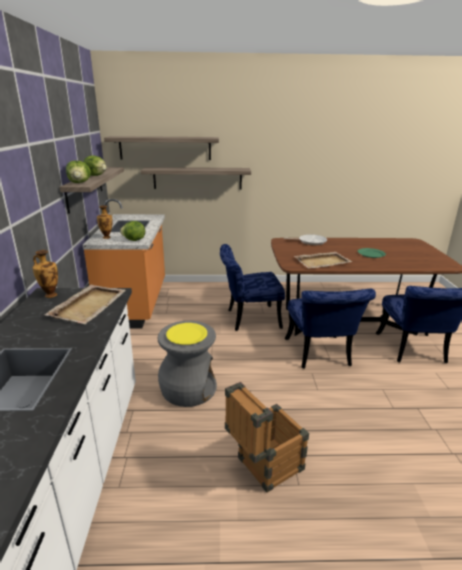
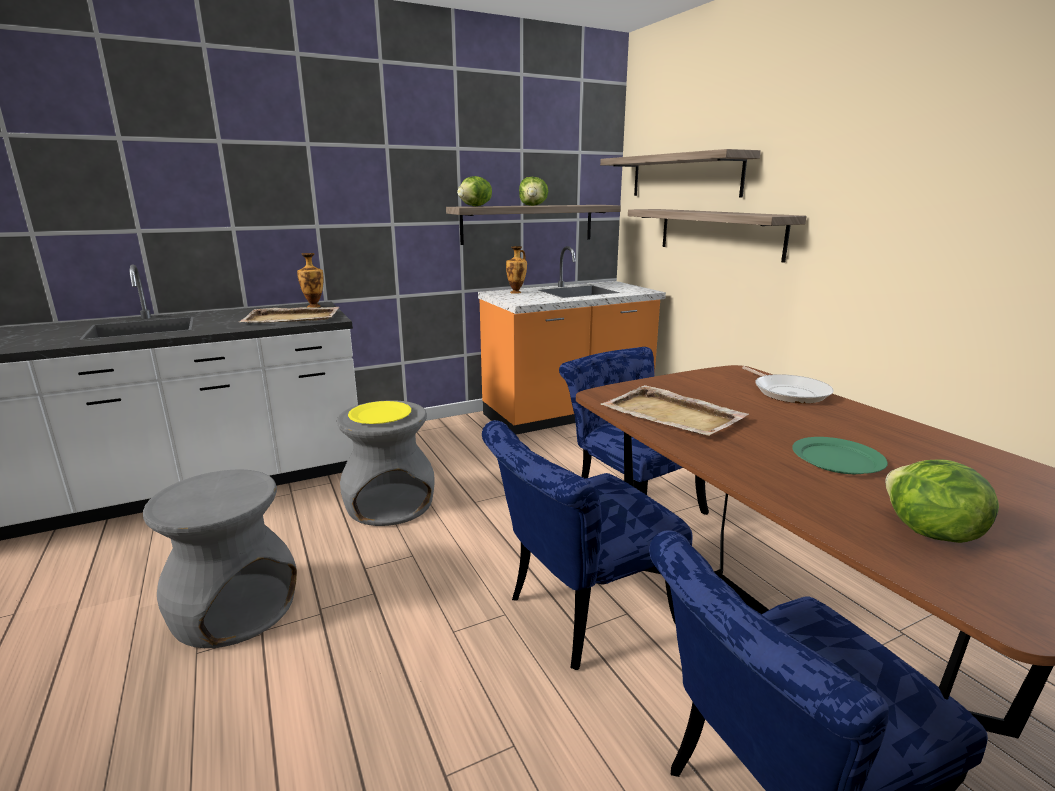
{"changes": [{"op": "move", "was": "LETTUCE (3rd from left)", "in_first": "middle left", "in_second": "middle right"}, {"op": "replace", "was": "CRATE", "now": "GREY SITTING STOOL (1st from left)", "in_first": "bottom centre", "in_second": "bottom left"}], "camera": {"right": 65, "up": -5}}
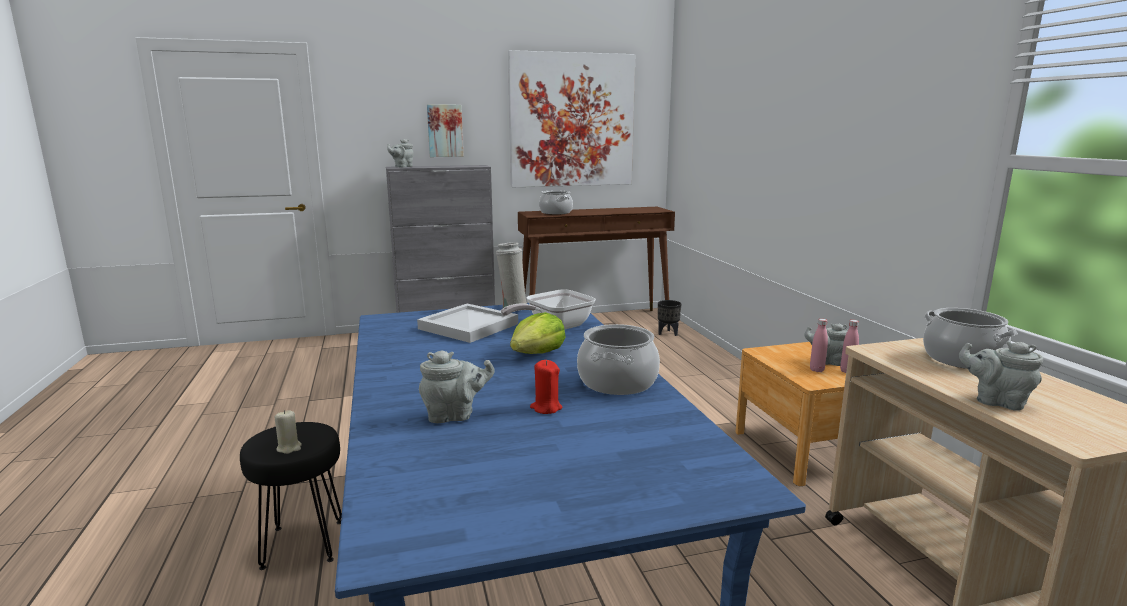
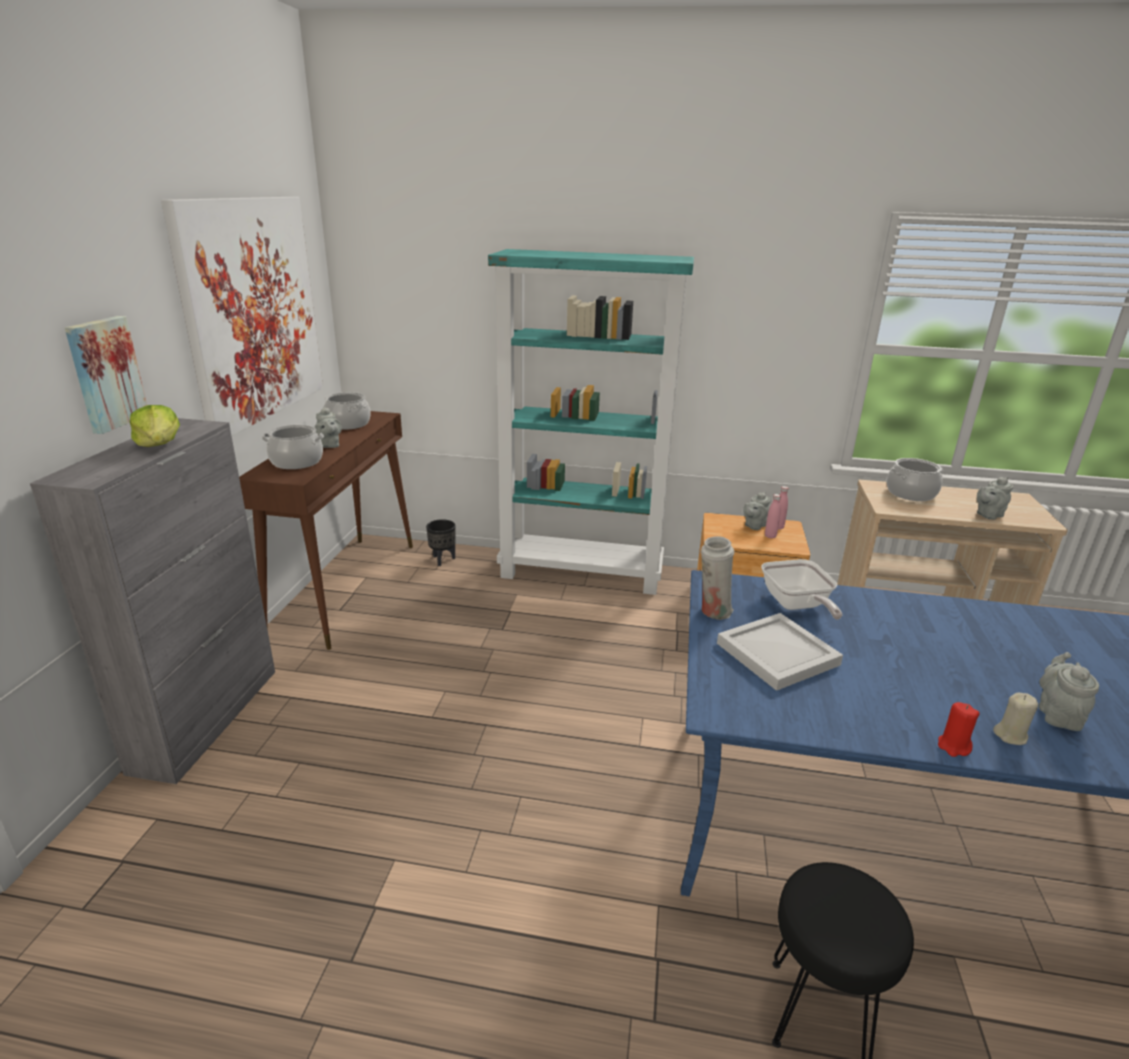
{"changes": [{"op": "insert", "now": "TURQUOISE BOOKCASE", "in_second": "centre"}, {"op": "move", "was": "BEIGE WAX CANDLE", "in_first": "bottom left", "in_second": "bottom right"}, {"op": "move", "was": "GREY POT FOR TEA (1st from left)", "in_first": "top centre", "in_second": "middle left"}, {"op": "move", "was": "LETTUCE", "in_first": "centre", "in_second": "middle left"}, {"op": "move", "was": "REDDISH WAX CANDLE", "in_first": "centre", "in_second": "bottom right"}, {"op": "move", "was": "SAUCEPOT (2nd from left)", "in_first": "centre", "in_second": "middle left"}], "camera": {"right": -65, "up": 10}}
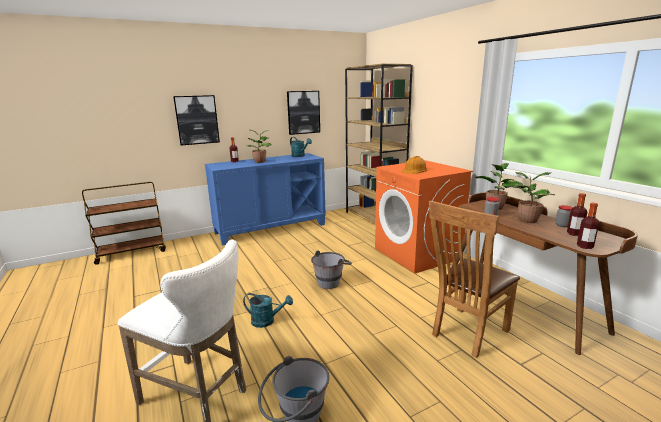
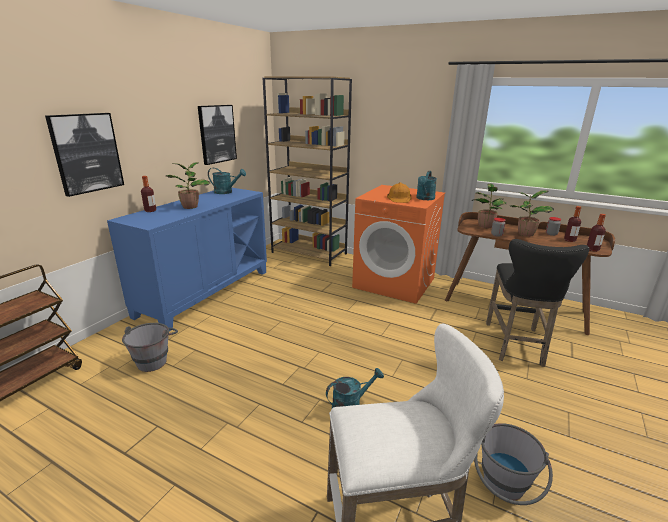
{"changes": [{"op": "insert", "now": "TURQUOISE WATERING CAN (3rd from left)", "in_second": "centre"}, {"op": "move", "was": "GREY PAIL (2nd from left in the first image)", "now": "GREY PAIL (1st from left)", "in_first": "centre", "in_second": "middle left"}, {"op": "replace", "was": "BROWN PLAIN CHAIR", "now": "BLACK-COLOURED SITTING STOOL", "in_first": "middle right", "in_second": "middle right"}], "camera": {"right": -35, "up": 5}}
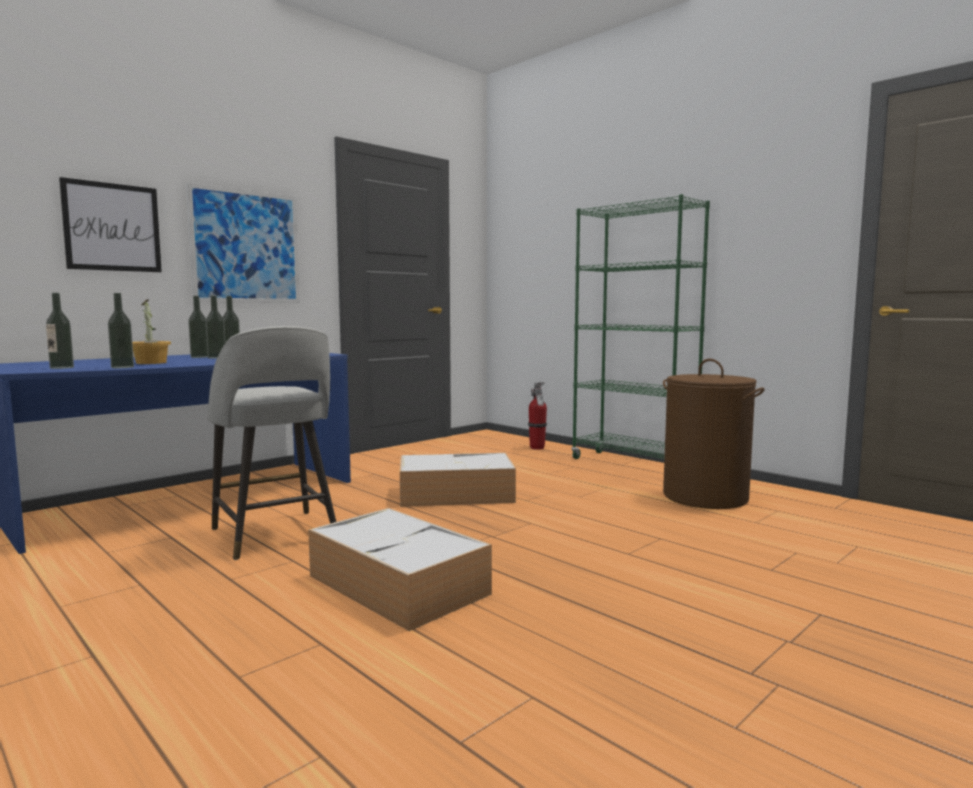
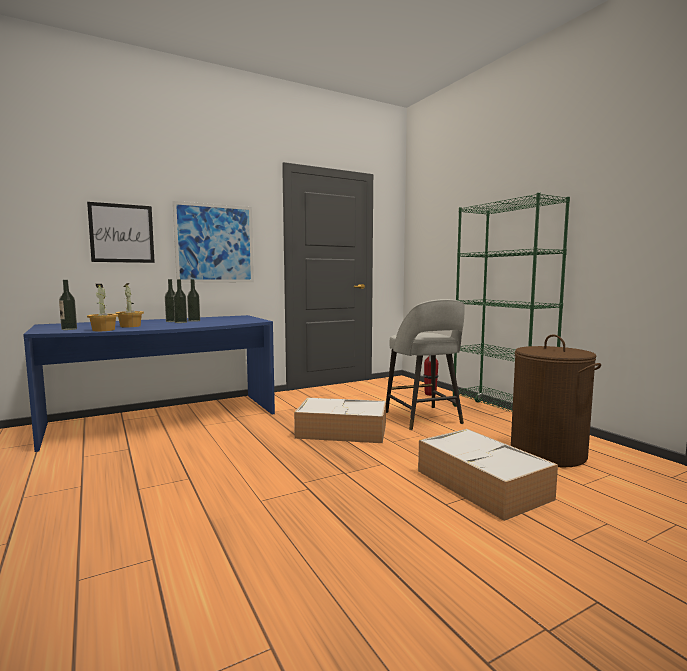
{"changes": [{"op": "move", "was": "GREY SITTING STOOL", "in_first": "middle left", "in_second": "centre"}, {"op": "move", "was": "STORAGE BOX (1st from left in the first image)", "now": "STORAGE BOX (2nd from left)", "in_first": "bottom centre", "in_second": "bottom right"}, {"op": "replace", "was": "BEVERAGE BOTTLE (2nd from left)", "now": "POTTED PLANT (1st from left)", "in_first": "middle left", "in_second": "middle left"}], "camera": {"right": 15, "up": 0}}
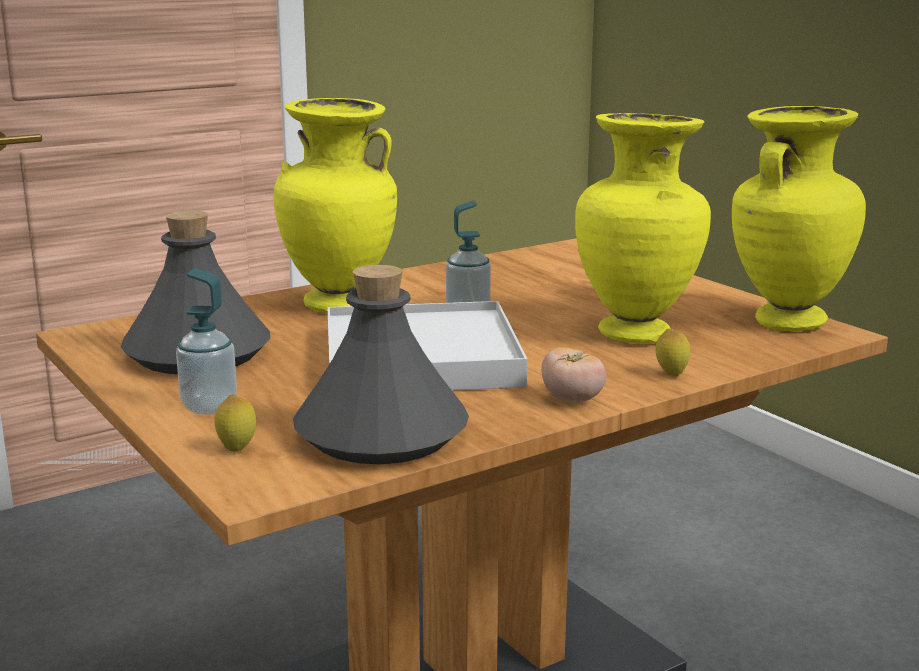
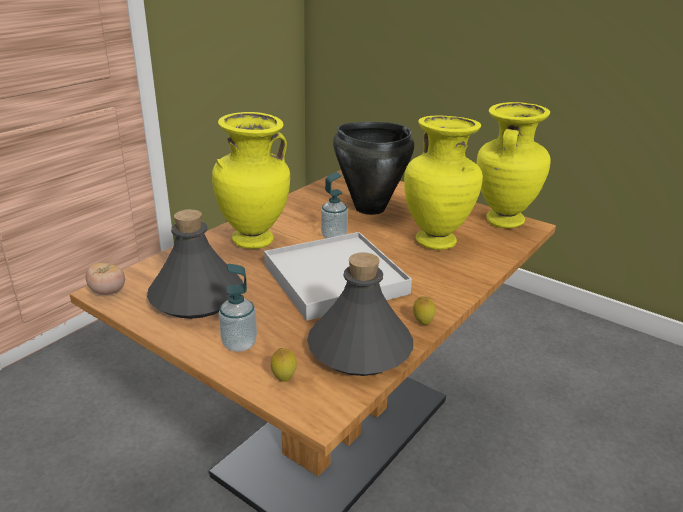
{"changes": [{"op": "insert", "now": "BLACK-COLOURED SAUCEPOT", "in_second": "top centre"}, {"op": "move", "was": "TOMATO", "in_first": "centre", "in_second": "middle left"}, {"op": "move", "was": "CITRUS FRUIT (2nd from left)", "in_first": "middle right", "in_second": "centre"}], "camera": {"right": -20, "up": 10}}
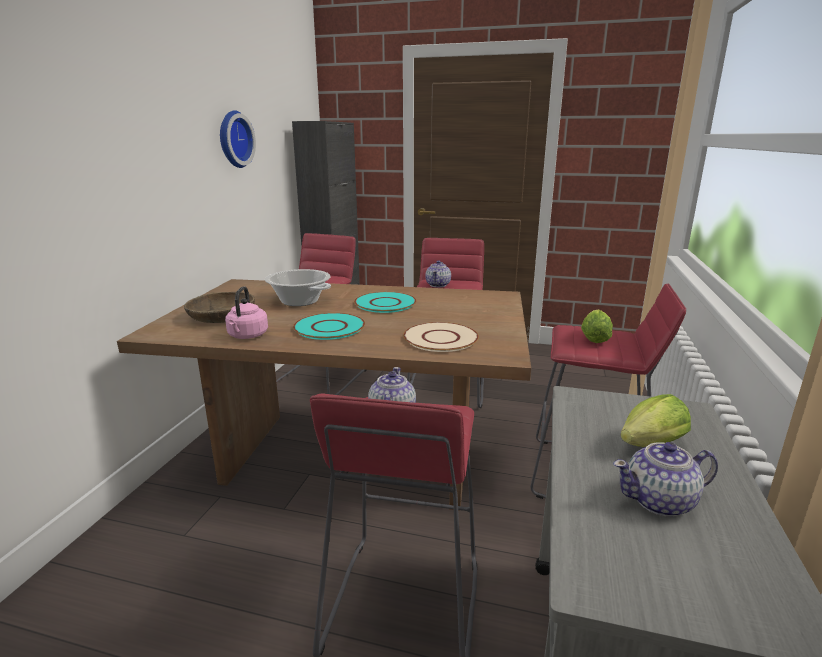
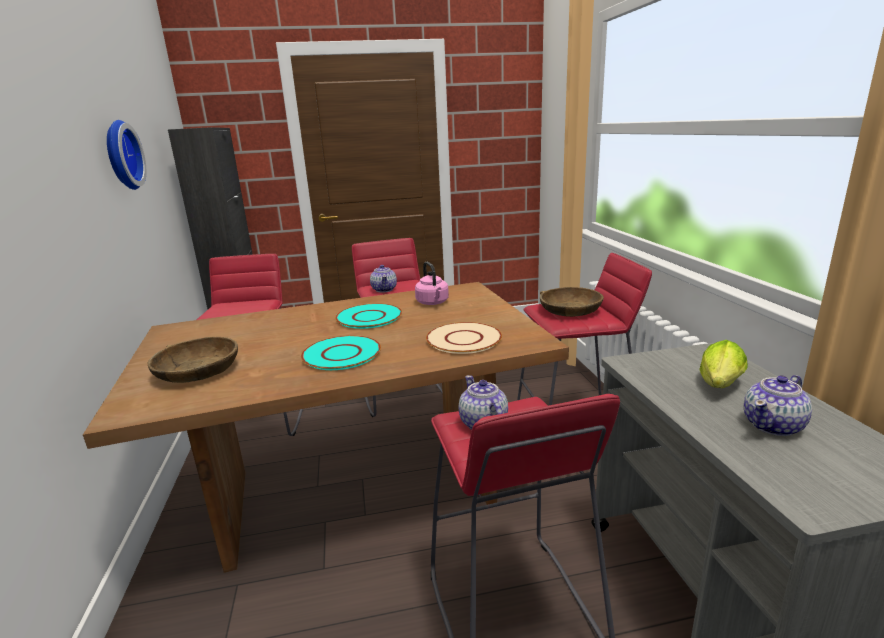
{"changes": [{"op": "delete", "was": "SAUCEPOT", "in_first": "centre"}, {"op": "move", "was": "PINK TEA KETTLE", "in_first": "middle left", "in_second": "centre"}, {"op": "replace", "was": "LETTUCE (1st from left)", "now": "BROWN BOWL (2nd from left)", "in_first": "middle right", "in_second": "centre"}], "camera": {"right": -25, "up": 0}}
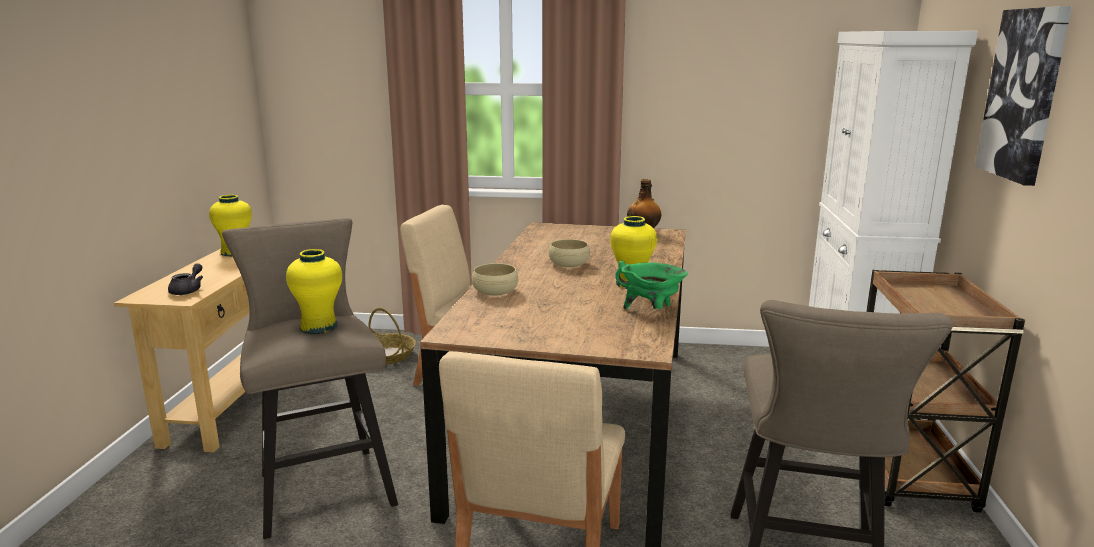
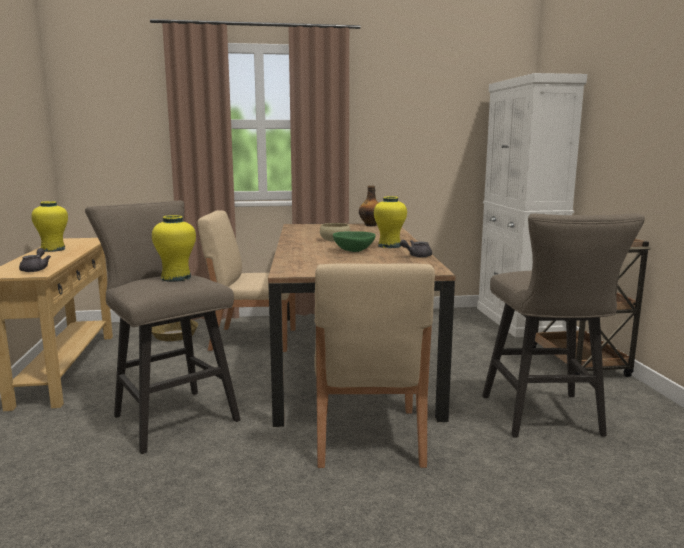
{"changes": [{"op": "delete", "was": "BEIGE BOWL (1st from left)", "in_first": "centre"}, {"op": "delete", "was": "PICTURE", "in_first": "top right"}, {"op": "insert", "now": "GREEN-COLOURED BOWL", "in_second": "centre"}, {"op": "replace", "was": "GREEN-COLOURED SAUCEPOT", "now": "GREY POT FOR TEA (2nd from left)", "in_first": "centre", "in_second": "centre"}], "camera": {"right": -15, "up": -5}}
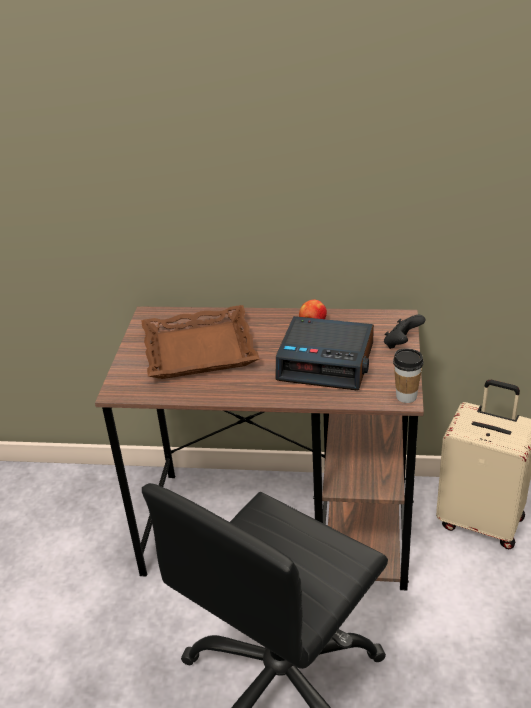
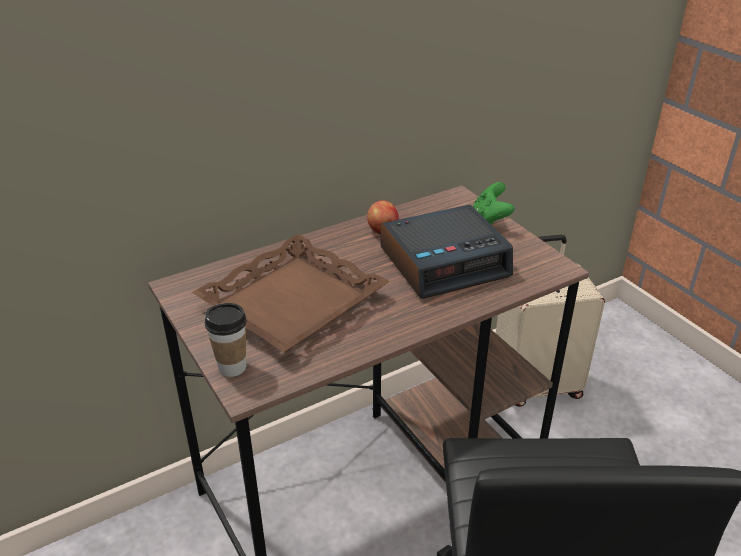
{"changes": [{"op": "move", "was": "CUP", "in_first": "middle right", "in_second": "middle left"}, {"op": "recolor", "was": "BLACK-COLOURED GAMEPAD", "now": "GREEN-COLOURED GAMEPAD", "in_first": "middle right", "in_second": "centre"}], "camera": {"right": -40, "up": 0}}
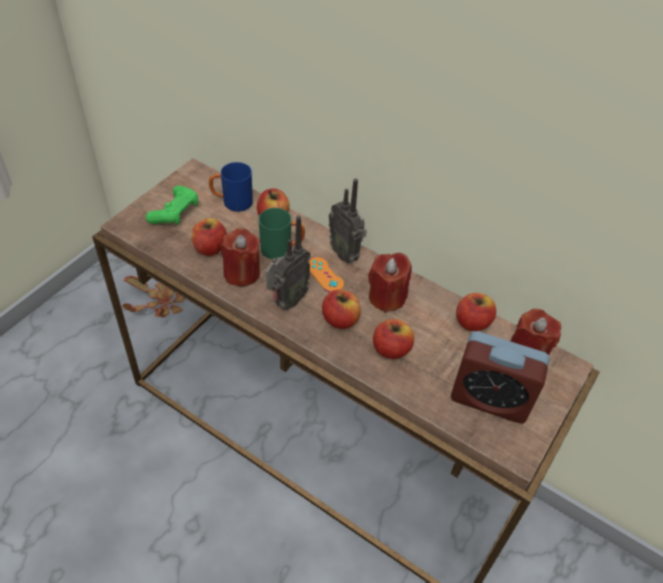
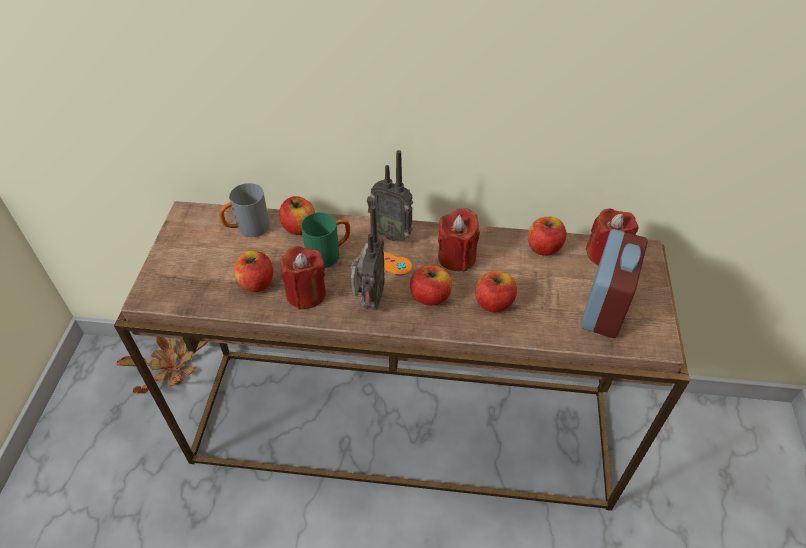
{"changes": [{"op": "delete", "was": "GREEN-COLOURED GAMEPAD", "in_first": "middle left"}, {"op": "recolor", "was": "BLUISH MUG", "now": "GREY MUG", "in_first": "top centre", "in_second": "middle left"}, {"op": "rotate", "was": "ALARM CLOCK", "in_first": "middle right", "in_second": "middle right", "clockwise": -60}], "camera": {"right": -25, "up": 0}}
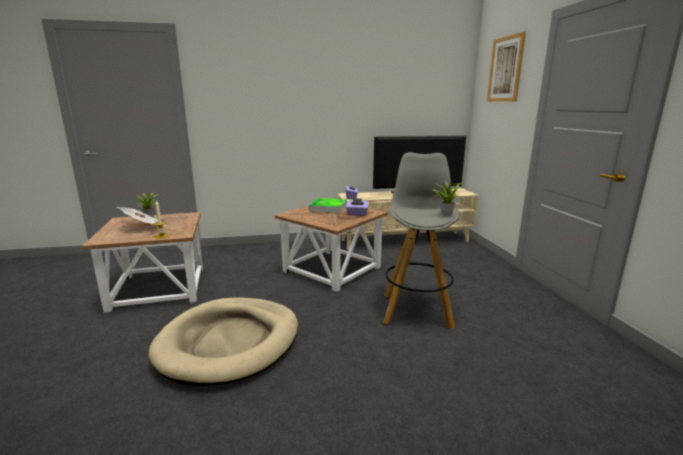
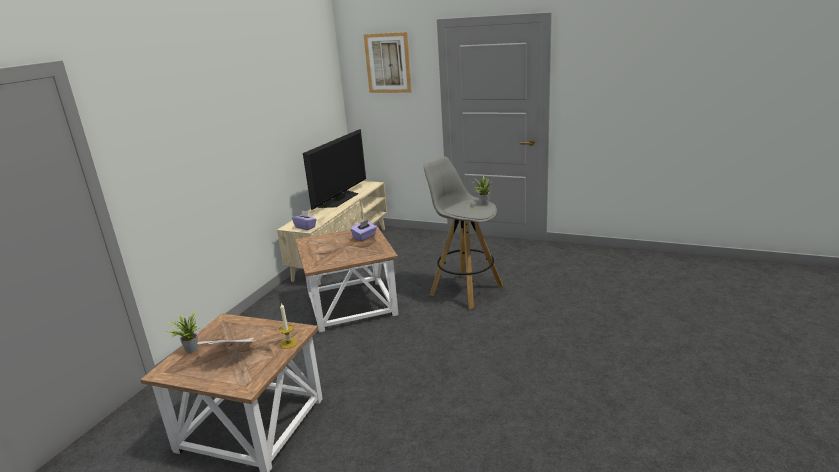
{"changes": [{"op": "delete", "was": "BEIGE DOG BED", "in_first": "bottom left"}, {"op": "delete", "was": "SERVING TRAY", "in_first": "centre"}], "camera": {"right": -55, "up": 5}}
